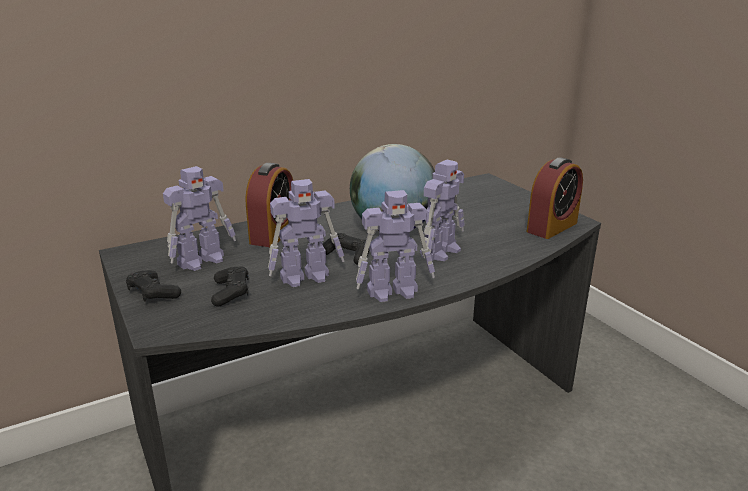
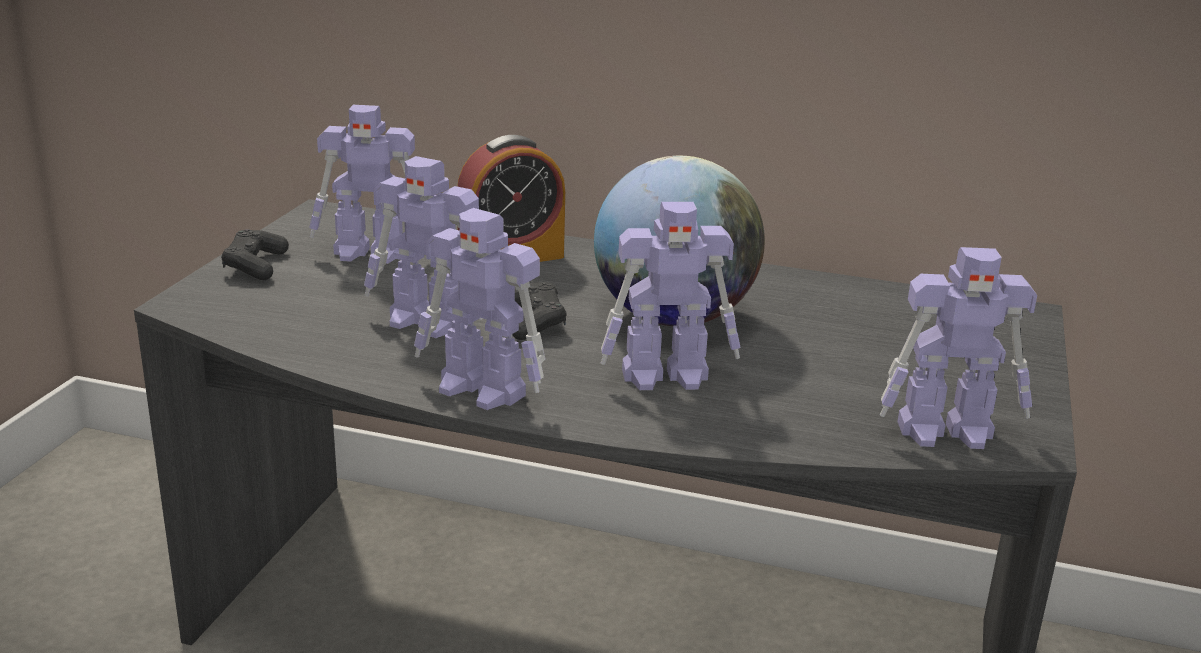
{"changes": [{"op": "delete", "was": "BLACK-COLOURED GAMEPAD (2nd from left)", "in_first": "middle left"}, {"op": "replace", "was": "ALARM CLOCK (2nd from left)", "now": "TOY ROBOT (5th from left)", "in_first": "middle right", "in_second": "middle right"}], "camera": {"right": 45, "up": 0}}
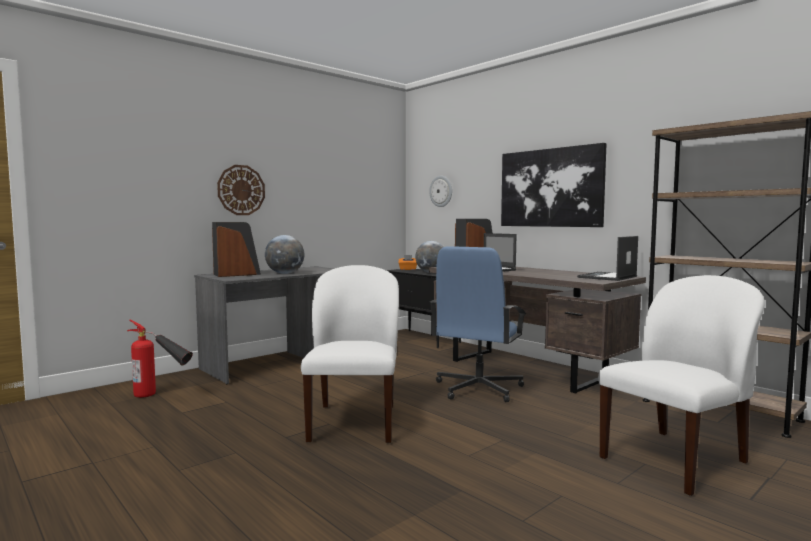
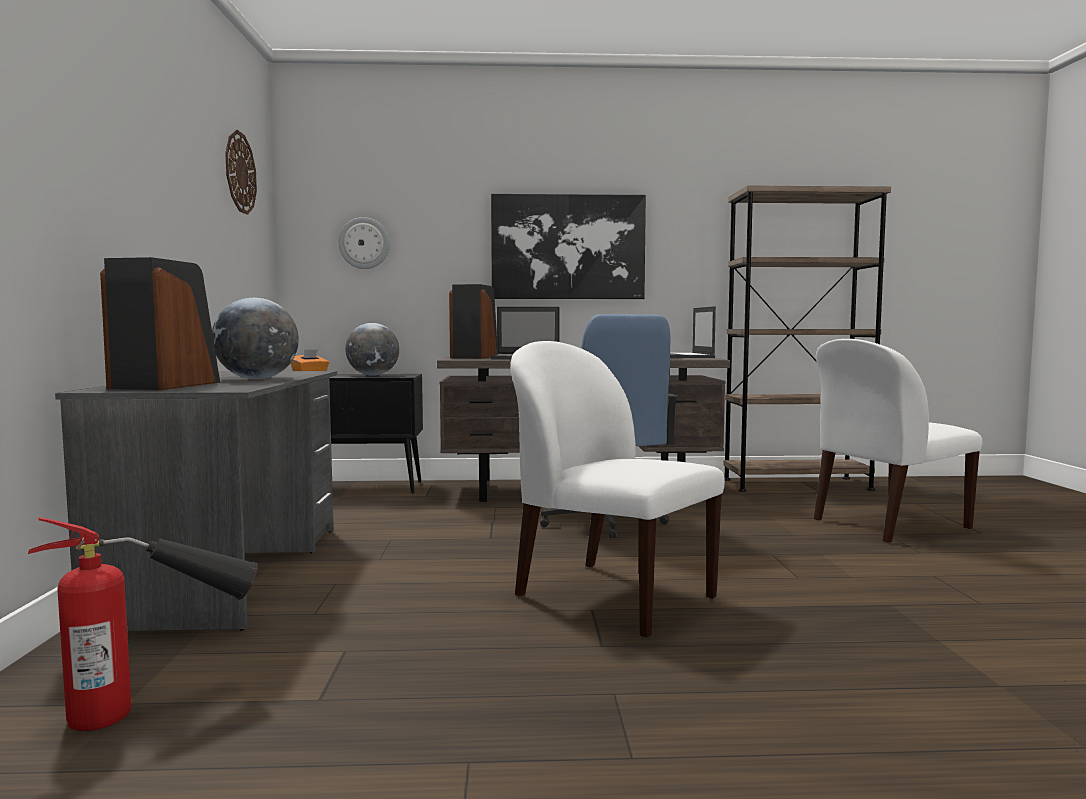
{"changes": [{"op": "move", "was": "HANGING CLOCK (1st from left)", "in_first": "middle left", "in_second": "top left"}, {"op": "rotate", "was": "WHITE-COLOURED PLAIN CHAIR (2nd from left)", "in_first": "bottom right", "in_second": "middle right", "clockwise": -120}], "camera": {"right": -50, "up": 0}}
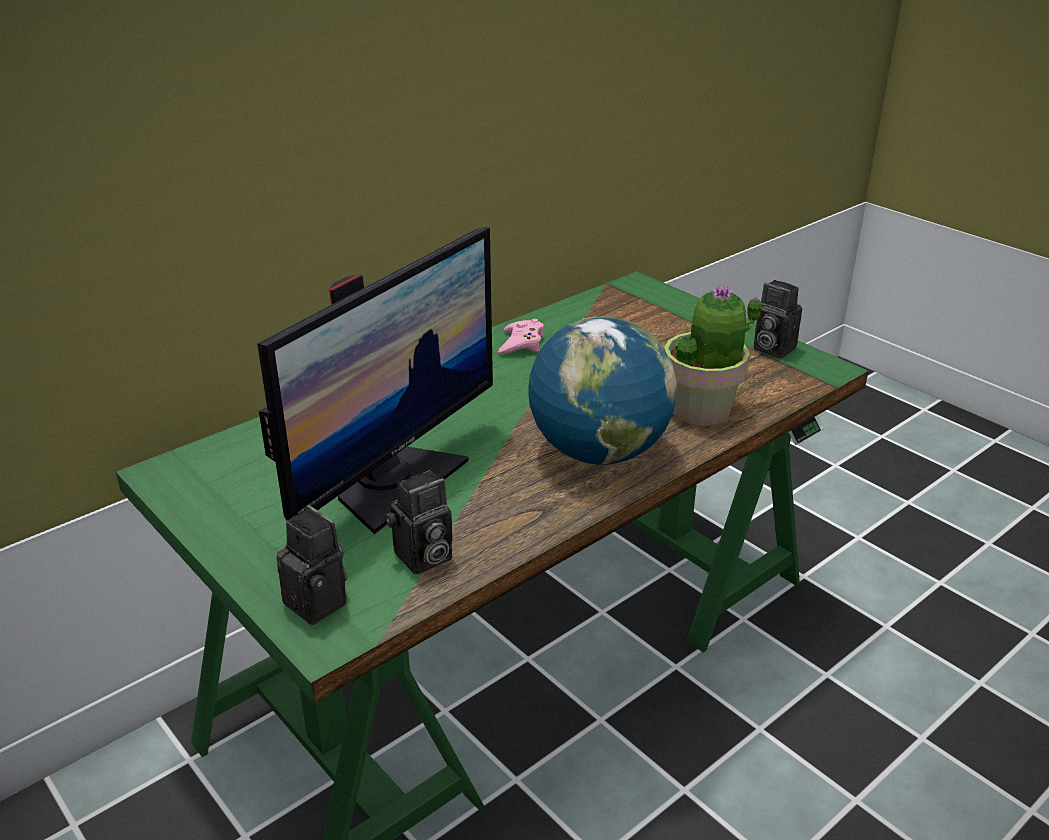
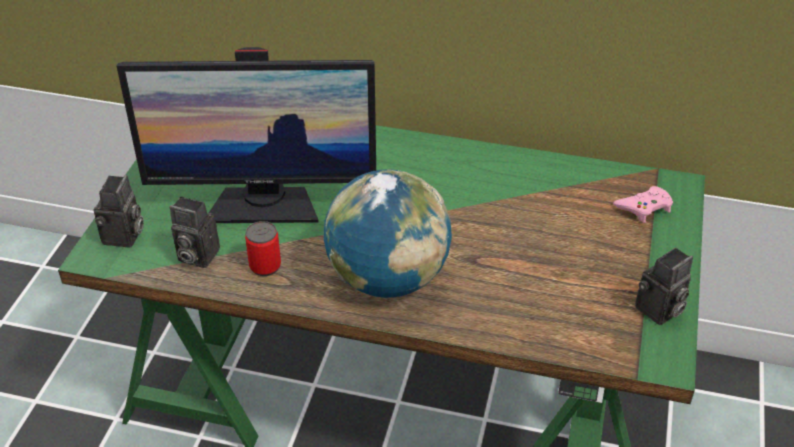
{"changes": [{"op": "delete", "was": "POTTED PLANT", "in_first": "middle right"}, {"op": "insert", "now": "METAL CAN", "in_second": "middle left"}, {"op": "move", "was": "PINK GAMEPAD", "in_first": "centre", "in_second": "middle right"}, {"op": "rotate", "was": "STILL CAMERA (3rd from left)", "in_first": "middle right", "in_second": "middle right", "clockwise": -135}], "camera": {"right": 55, "up": 10}}
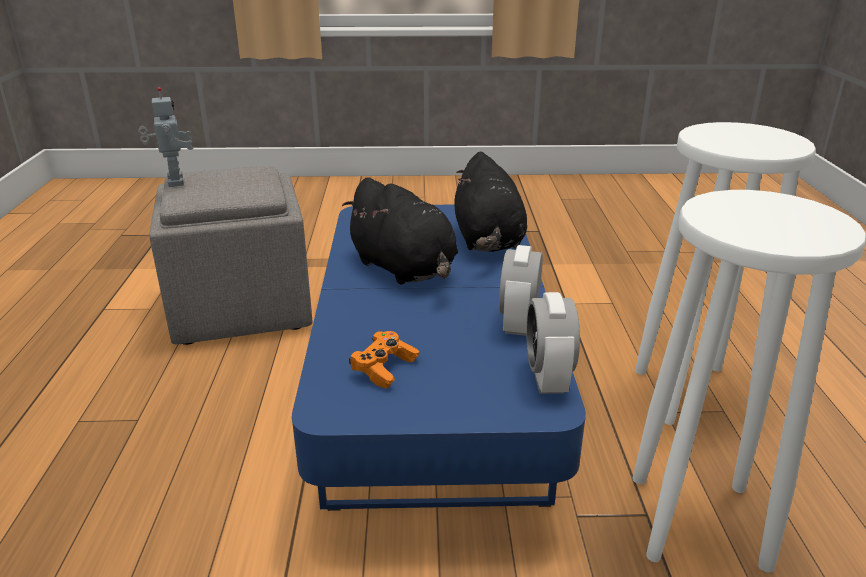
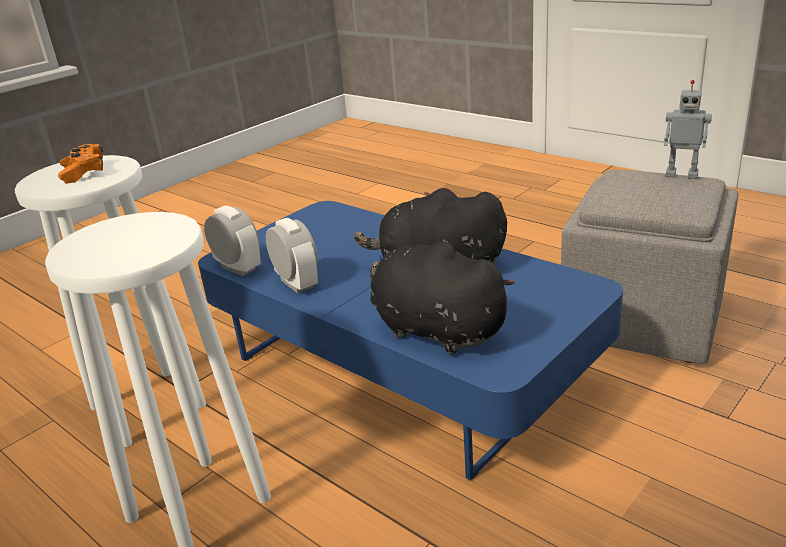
{"changes": [{"op": "move", "was": "ORANGEY GAMEPAD", "in_first": "centre", "in_second": "top left"}], "camera": {"right": 135, "up": 0}}
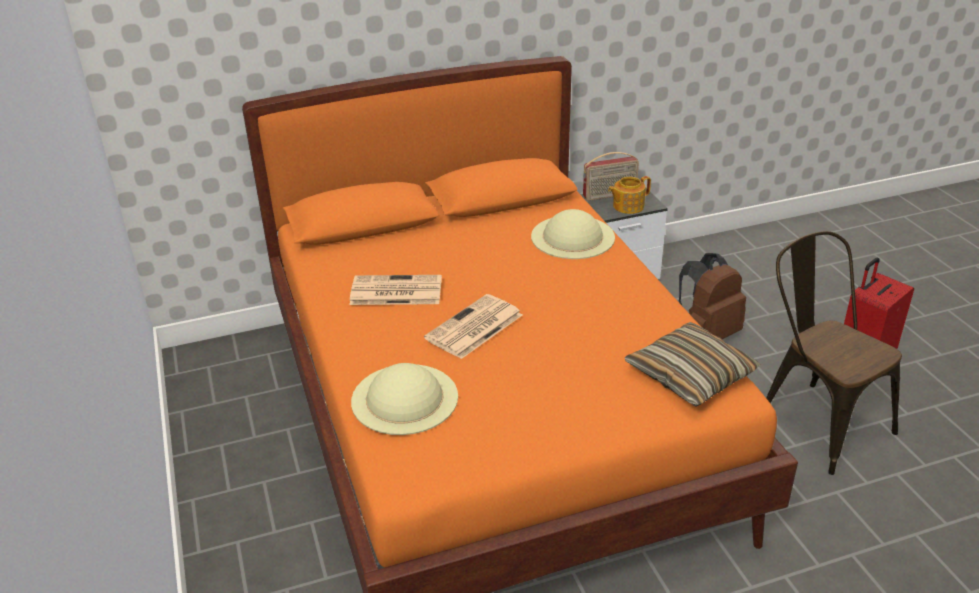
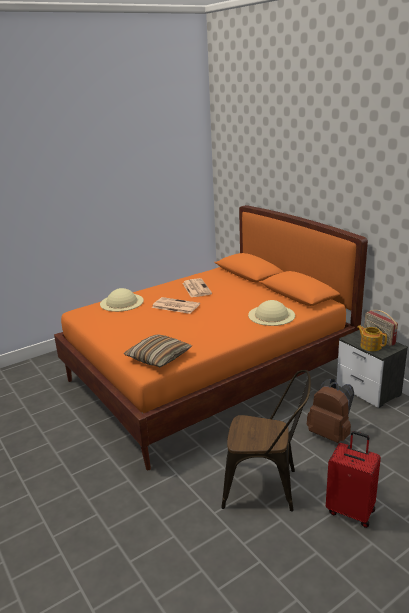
{"changes": [{"op": "rotate", "was": "BROWN PLAIN CHAIR", "in_first": "middle right", "in_second": "bottom centre", "clockwise": 60}], "camera": {"right": 75, "up": -10}}
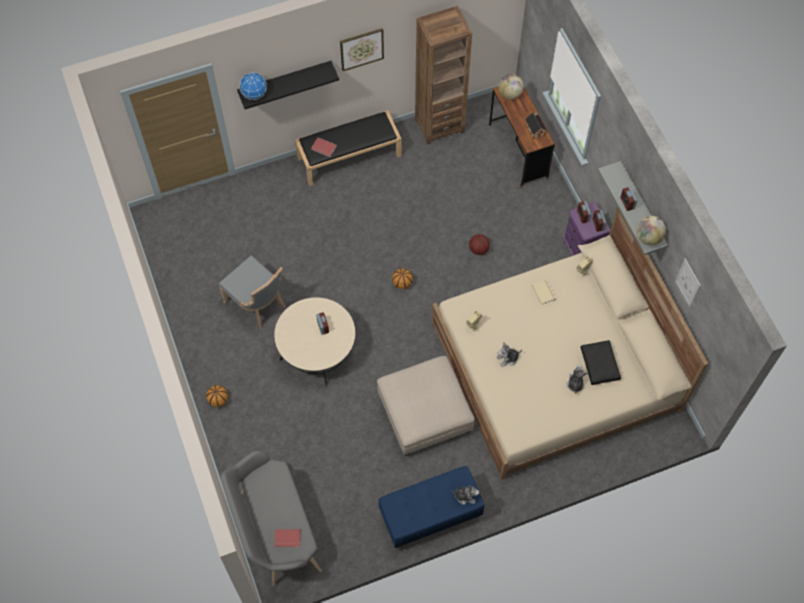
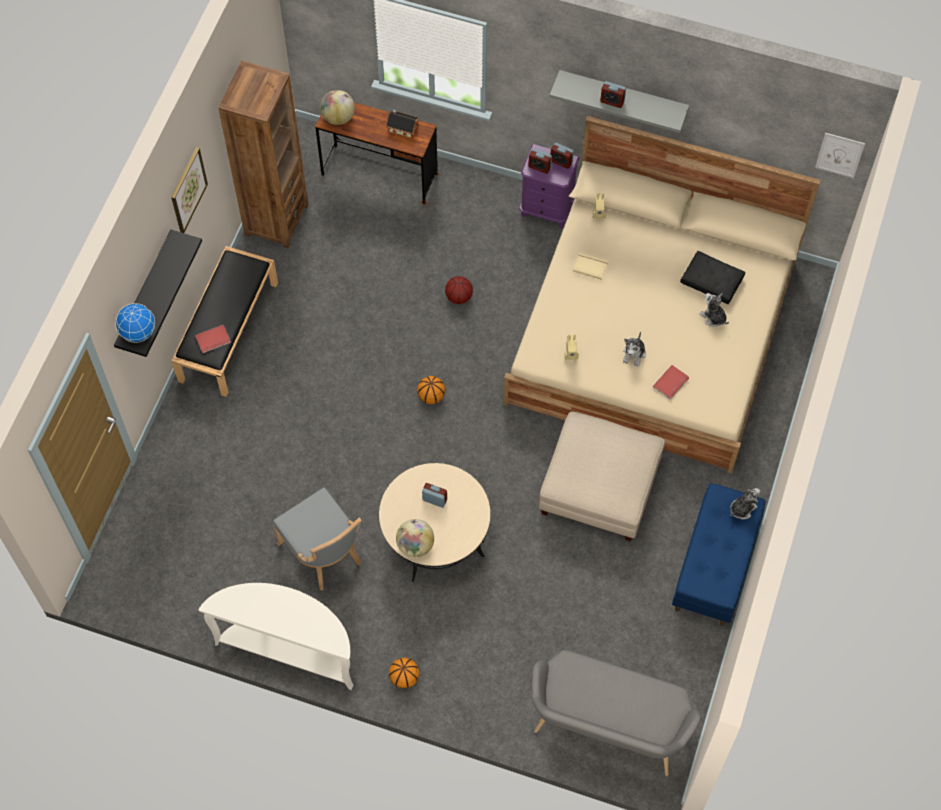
{"changes": [{"op": "insert", "now": "WHITE-COLOURED CONSOLE TABLE", "in_second": "bottom left"}, {"op": "move", "was": "REDDISH VOLUME (1st from left in the first image)", "now": "REDDISH VOLUME (2nd from left)", "in_first": "bottom centre", "in_second": "middle right"}, {"op": "move", "was": "WORLD GLOBE (3rd from left)", "in_first": "middle right", "in_second": "centre"}, {"op": "move", "was": "PICTURE (2nd from left)", "in_first": "middle right", "in_second": "top right"}, {"op": "rotate", "was": "GREY PLAIN CHAIR", "in_first": "middle left", "in_second": "centre", "clockwise": 60}], "camera": {"right": -50, "up": 0}}
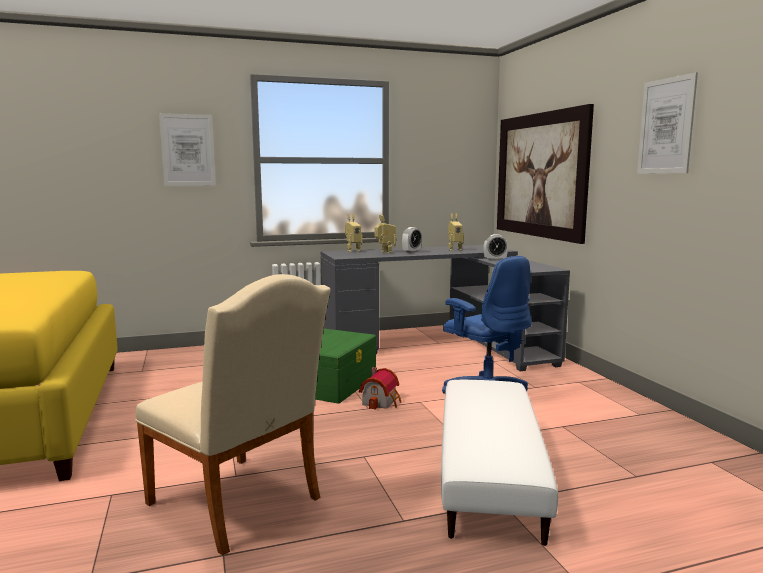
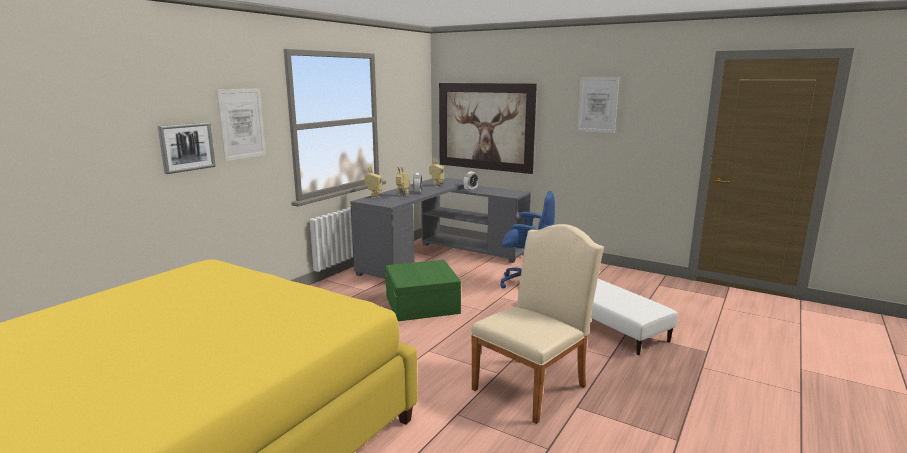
{"changes": [{"op": "delete", "was": "MINIATURE HOUSE", "in_first": "bottom centre"}, {"op": "insert", "now": "PICTURE (1st from left)", "in_second": "top left"}, {"op": "rotate", "was": "BEIGE PLAIN CHAIR", "in_first": "bottom left", "in_second": "bottom centre", "clockwise": -45}], "camera": {"right": -40, "up": 5}}
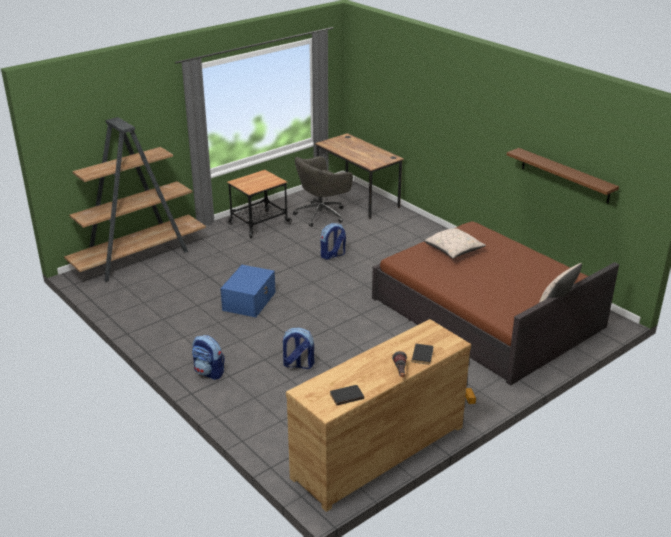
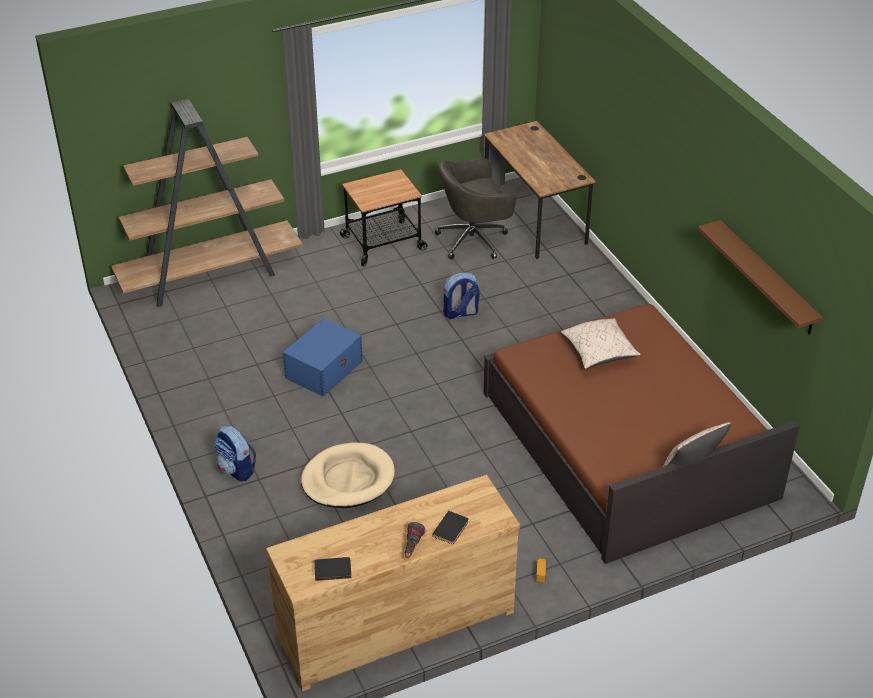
{"changes": [{"op": "replace", "was": "KNAPSACK (2nd from left)", "now": "BEIGE DOG BED", "in_first": "centre", "in_second": "bottom centre"}], "camera": {"right": 15, "up": 10}}
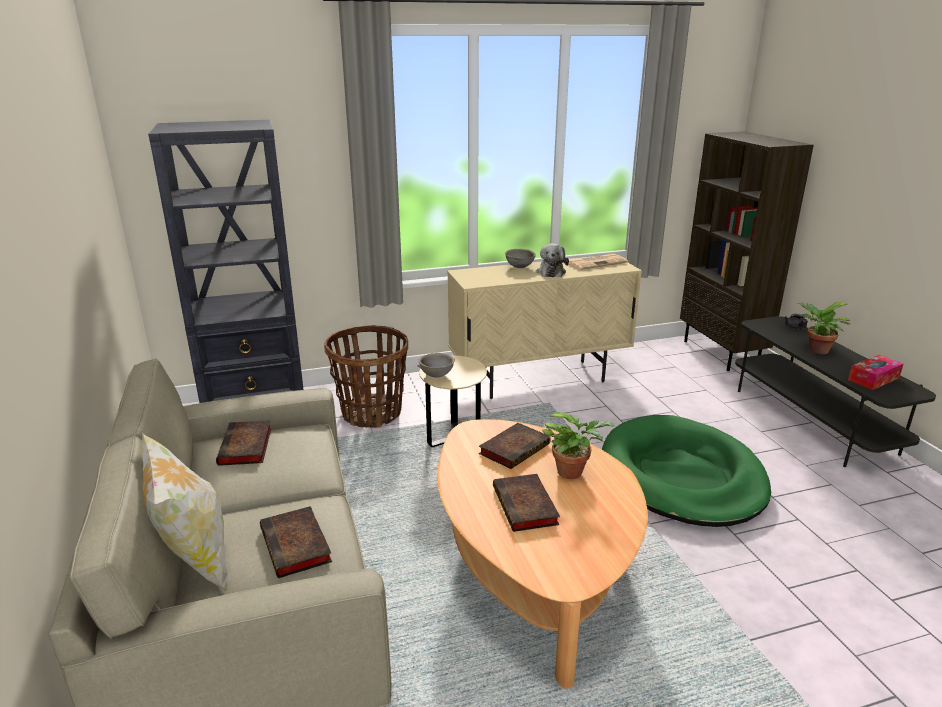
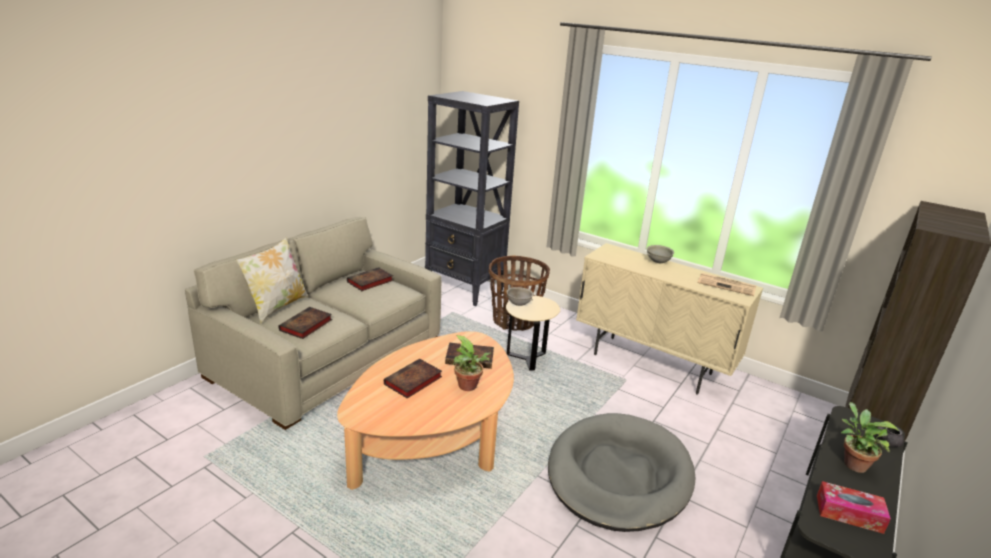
{"changes": [{"op": "delete", "was": "PLUSH TOY", "in_first": "centre"}, {"op": "recolor", "was": "GREEN-COLOURED DOG BED", "now": "GREY DOG BED", "in_first": "middle right", "in_second": "bottom centre"}], "camera": {"right": 50, "up": 0}}
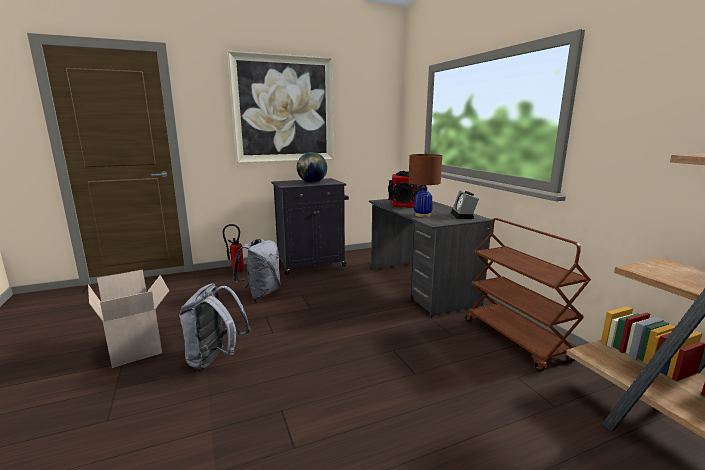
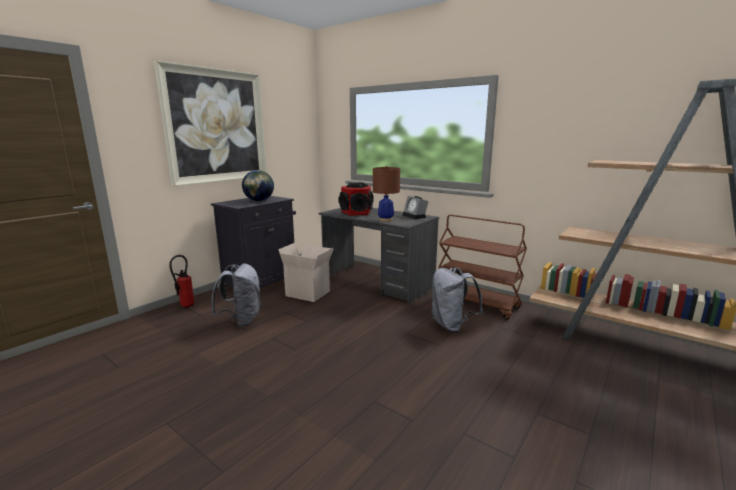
{"changes": [{"op": "move", "was": "CARDBOARD BOX", "in_first": "bottom left", "in_second": "centre"}, {"op": "move", "was": "GREY KNAPSACK (1st from left in the first image)", "now": "GREY KNAPSACK (2nd from left)", "in_first": "bottom left", "in_second": "centre"}], "camera": {"right": -30, "up": 0}}
